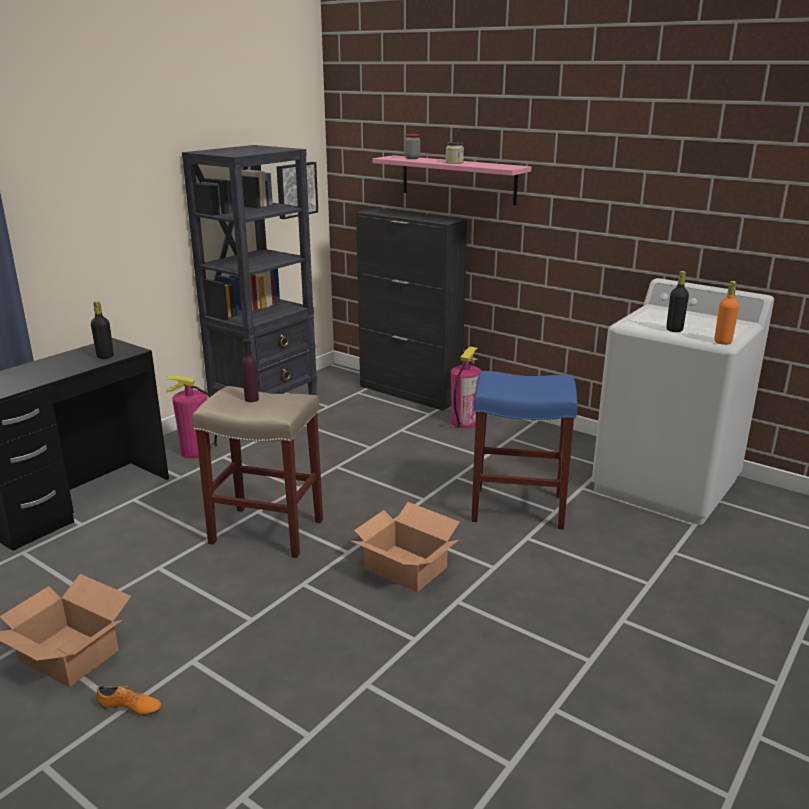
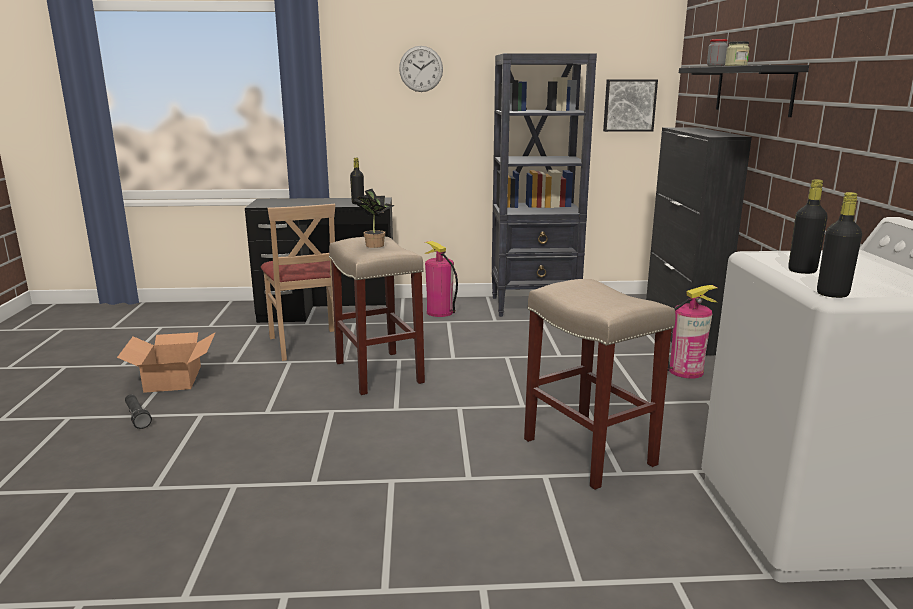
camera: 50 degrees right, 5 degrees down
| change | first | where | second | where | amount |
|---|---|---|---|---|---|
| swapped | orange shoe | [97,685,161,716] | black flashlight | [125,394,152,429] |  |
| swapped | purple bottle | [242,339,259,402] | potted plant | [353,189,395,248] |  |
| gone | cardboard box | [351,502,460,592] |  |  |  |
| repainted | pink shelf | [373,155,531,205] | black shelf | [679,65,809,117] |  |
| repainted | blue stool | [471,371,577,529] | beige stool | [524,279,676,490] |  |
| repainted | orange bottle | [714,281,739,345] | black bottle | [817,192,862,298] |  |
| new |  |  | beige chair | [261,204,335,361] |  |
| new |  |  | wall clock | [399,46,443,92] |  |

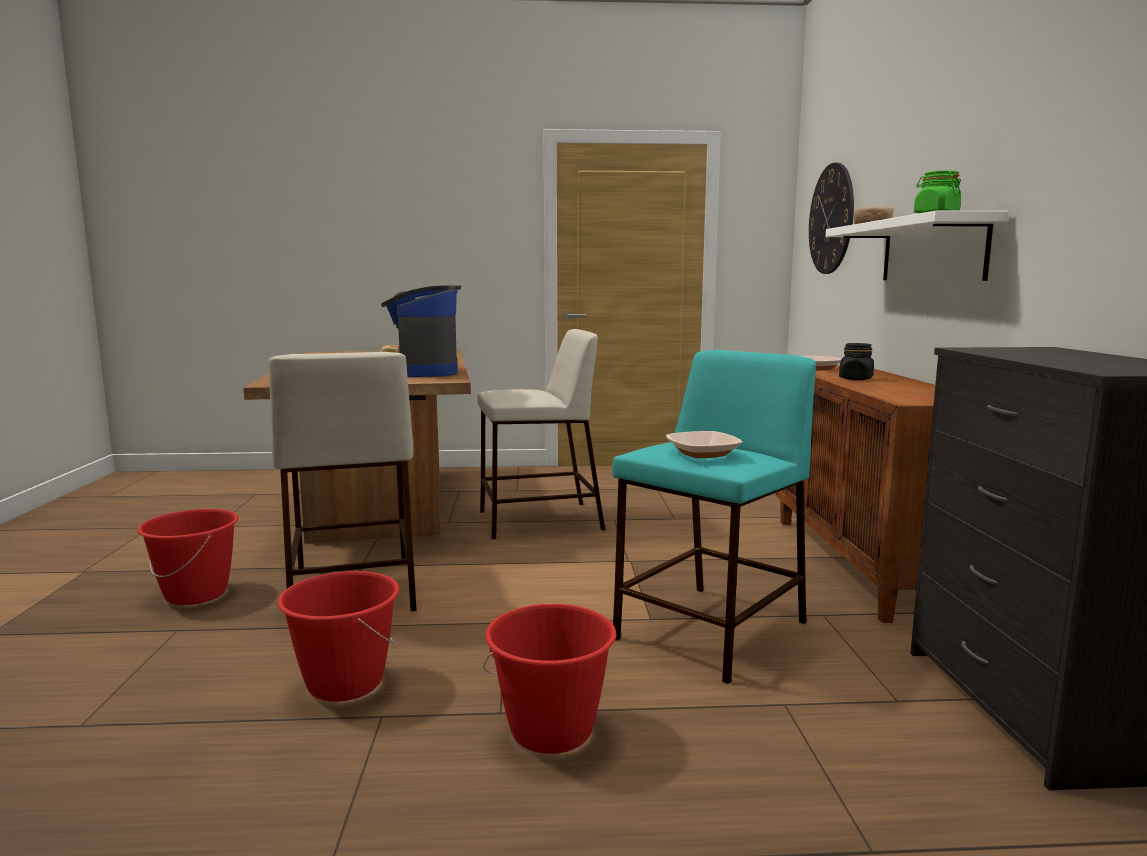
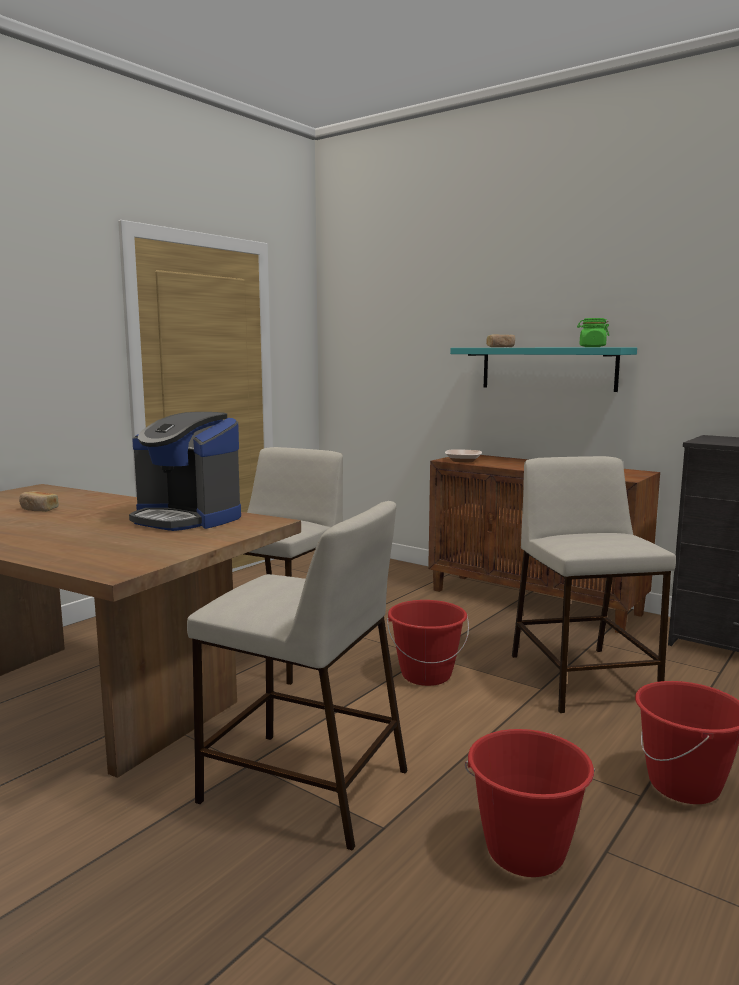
camera: 50 degrees left, 0 degrees up
| change | first | where | second | where | amount |
|---|---|---|---|---|---|
| shifted | red bucket | [137,509,238,605] |  | [387,600,469,686] |  |
| repainted | turquoise stool | [612,350,816,684] | beige stool | [512,456,676,713] |  |
| gone | bowl | [666,431,742,458] |  |  |  |
| gone | wall clock | [809,163,854,274] |  |  |  |
| repainted | white shelf | [826,211,1009,281] | turquoise shelf | [450,348,637,392] |  |
| gone | black jar | [839,343,874,380] |  |  |  |

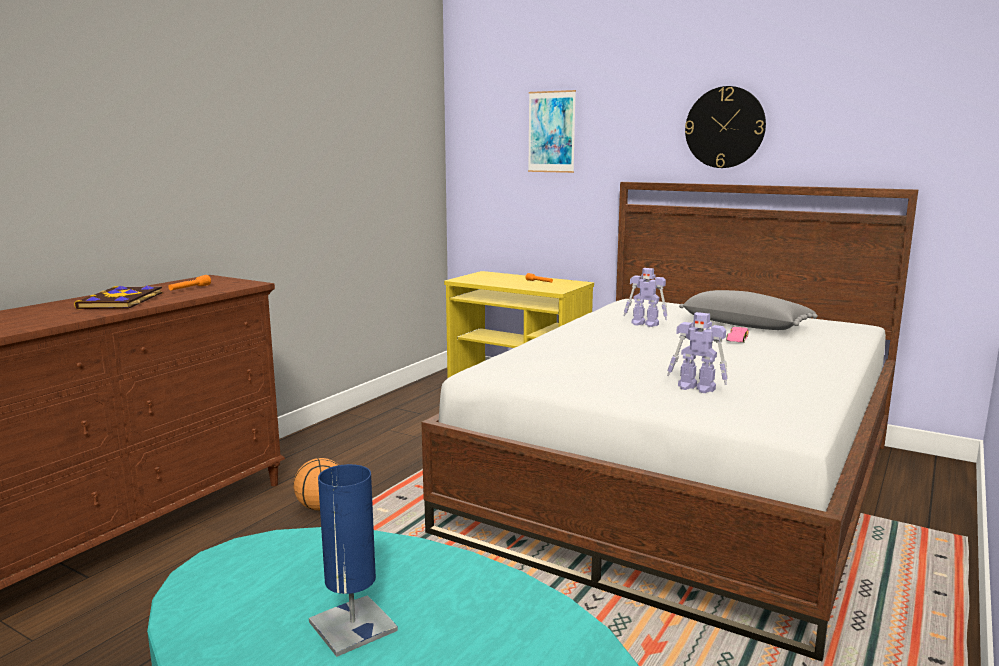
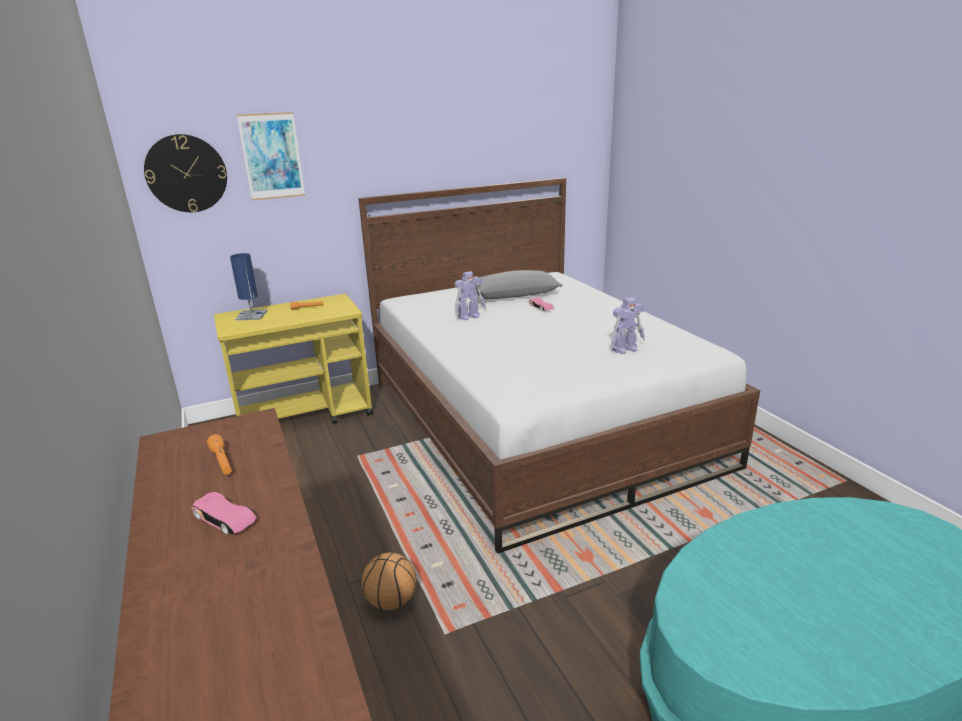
camera: 55 degrees left, 10 degrees up
| change | first | where | second | where | amount |
|---|---|---|---|---|---|
| swapped | book | [74,286,162,309] | pink toy car | [192,492,257,534] |  |
| shifted | blue table lamp | [309,464,398,657] |  | [230,253,267,321] |  |
| shifted | wall clock | [685,86,766,168] |  | [144,134,227,212] |  |

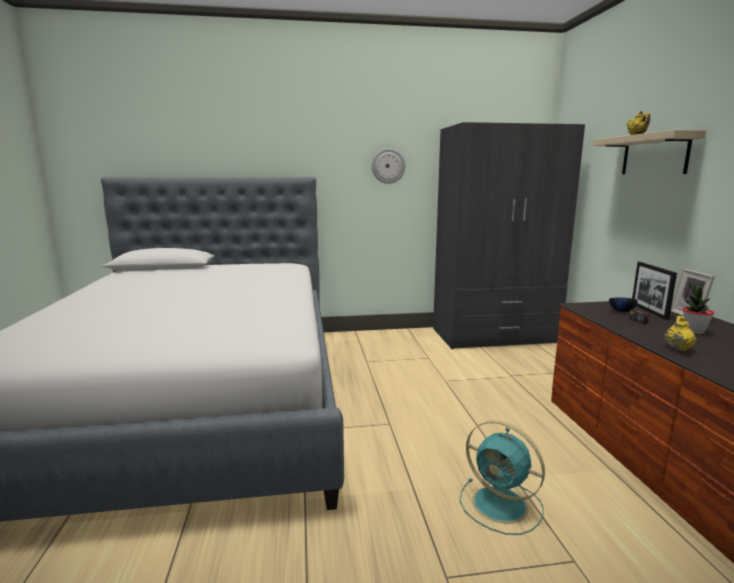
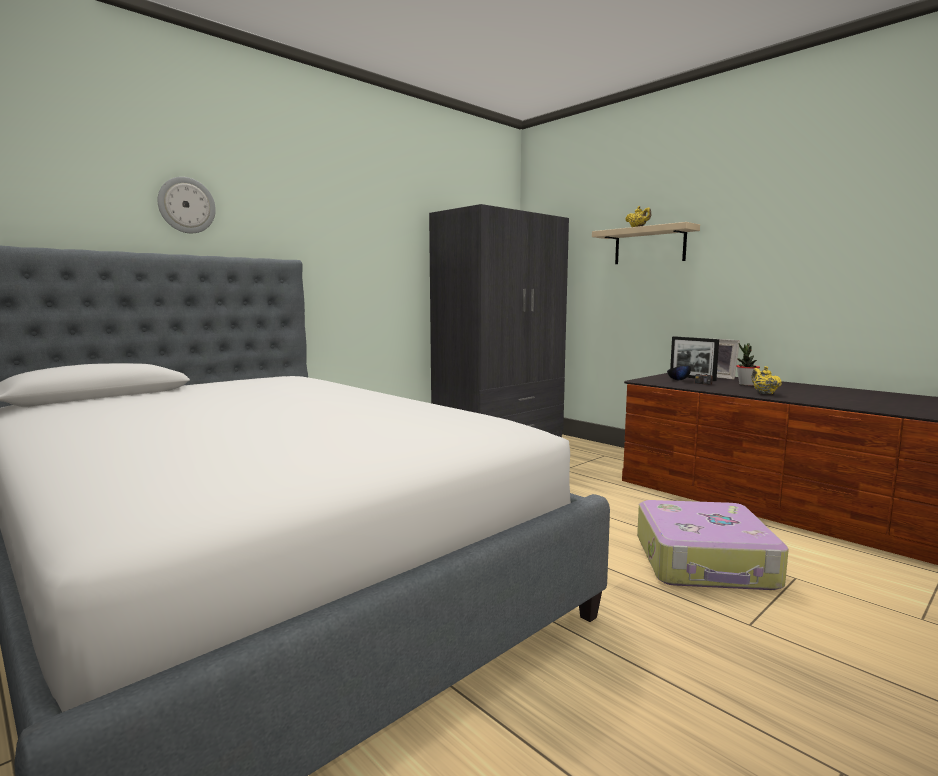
camera: 35 degrees left, 5 degrees down
| change | first | where | second | where | amount |
|---|---|---|---|---|---|
| shifted | wall clock | [372,148,405,184] |  | [158,177,216,233] |  |
| swapped | turquoise fan | [460,420,545,535] | suitcase | [637,500,789,590] |  |

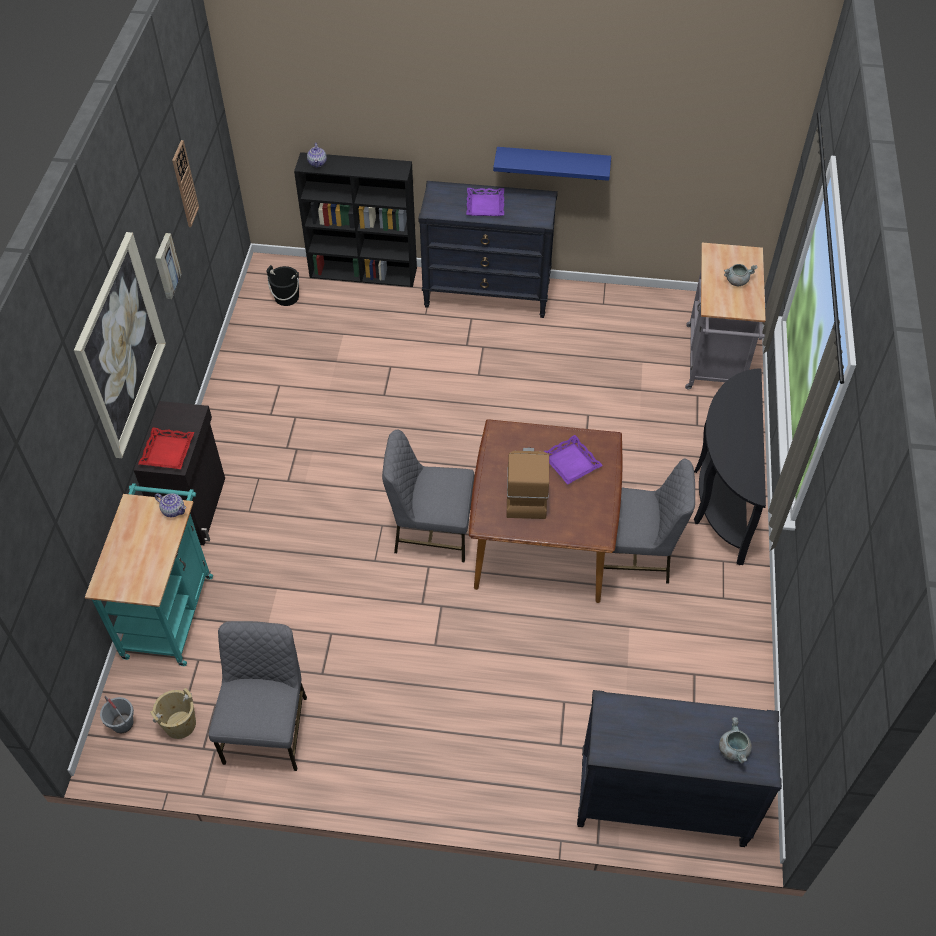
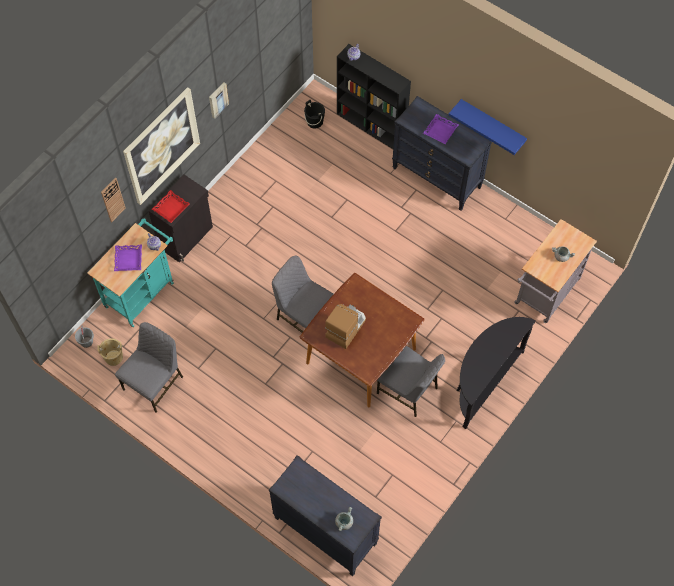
camera: 30 degrees right, 10 degrees up
| change | first | where | second | where | amount |
|---|---|---|---|---|---|
| shifted | wall clock | [172,140,199,227] |  | [101,178,126,222] |  |
| shifted | purple tray | [544,435,603,485] |  | [114,245,142,271] |  |

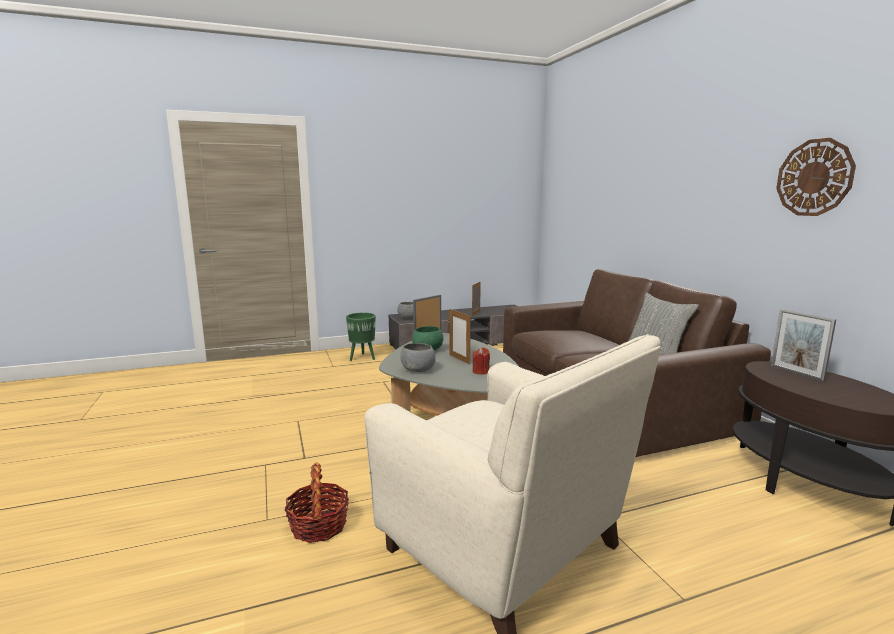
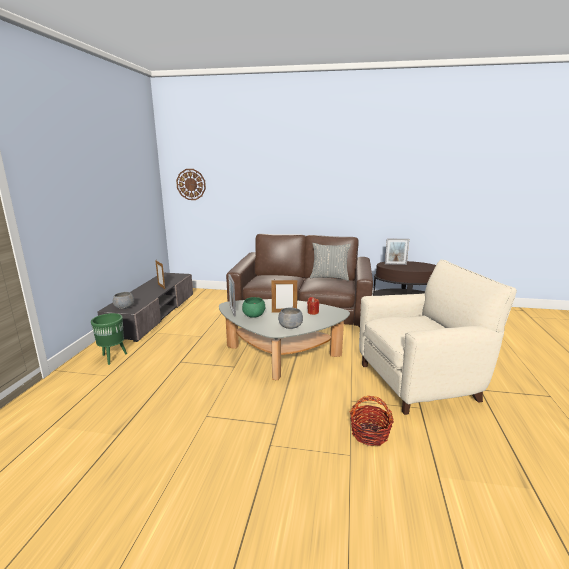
camera: 60 degrees left, 5 degrees up
| change | first | where | second | where | amount |
|---|---|---|---|---|---|
| shifted | wall clock | [776,138,856,216] |  | [176,169,206,200] |  |

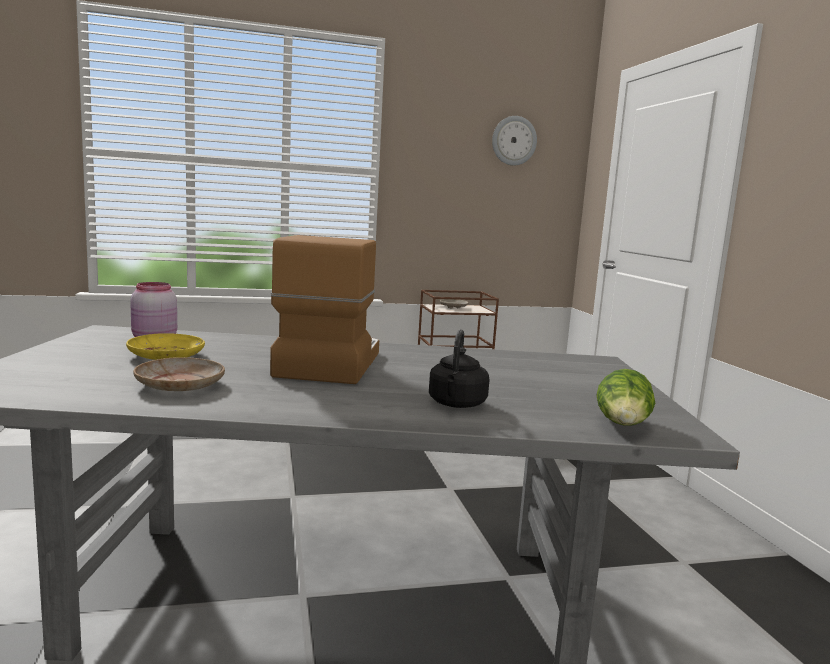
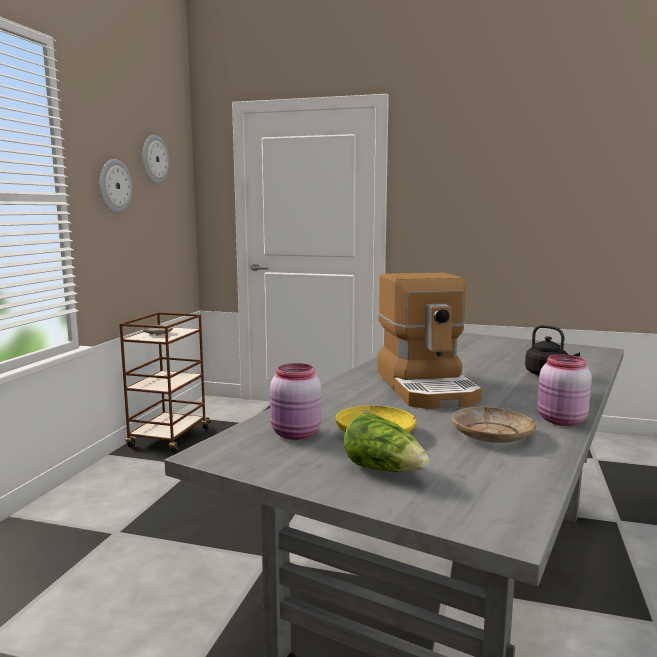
camera: 60 degrees left, 0 degrees up
| change | first | where | second | where | amount |
|---|---|---|---|---|---|
| rotated | coffee machine | [270,235,379,384] |  | [378,273,482,409] | 135 degrees counterclockwise |
| shifted | lettuce | [597,369,655,426] |  | [344,412,429,472] |  |
| new |  |  | wall clock | [100,159,133,213] |  |
| new |  |  | pink jar | [537,354,592,426] |  |

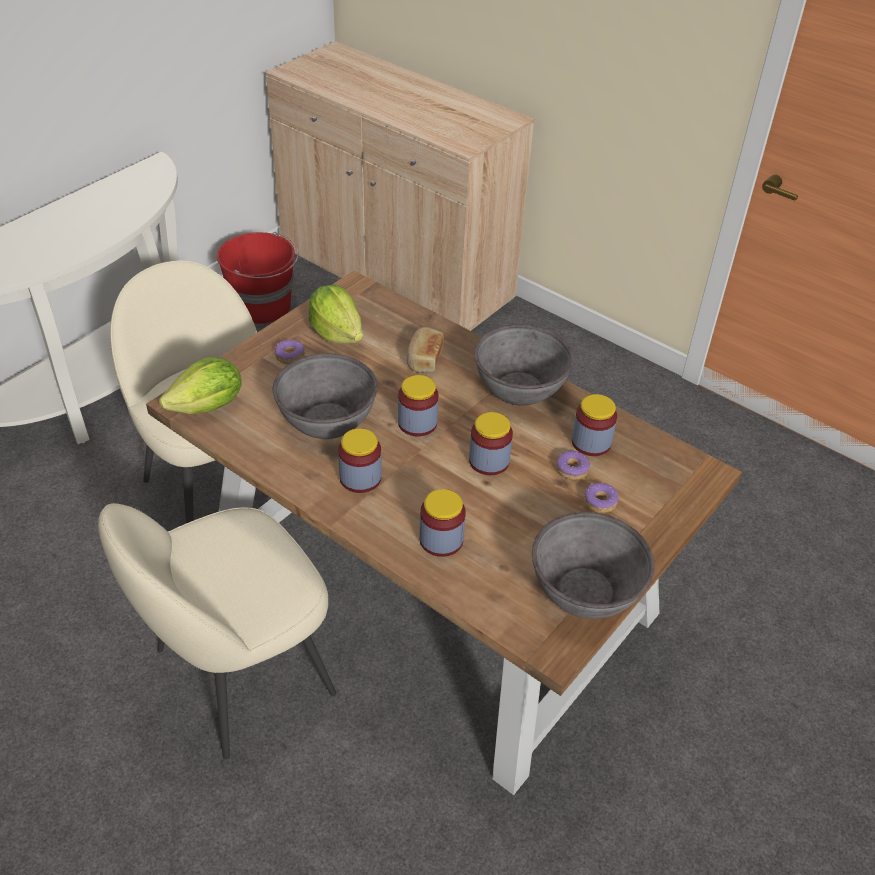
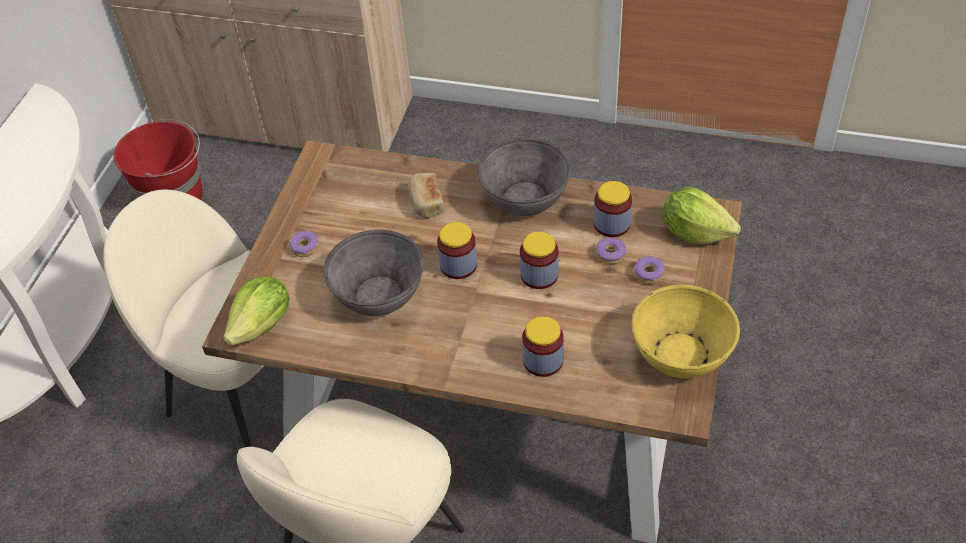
camera: 20 degrees left, 5 degrees up
| change | first | where | second | where | amount |
|---|---|---|---|---|---|
| shifted | lettuce | [309,284,363,344] |  | [662,186,741,244] |  |
| gone | jar | [338,428,382,493] |  |  |  |
| repainted | grey bowl | [532,512,655,619] | yellow bowl | [632,285,740,378] |  |

